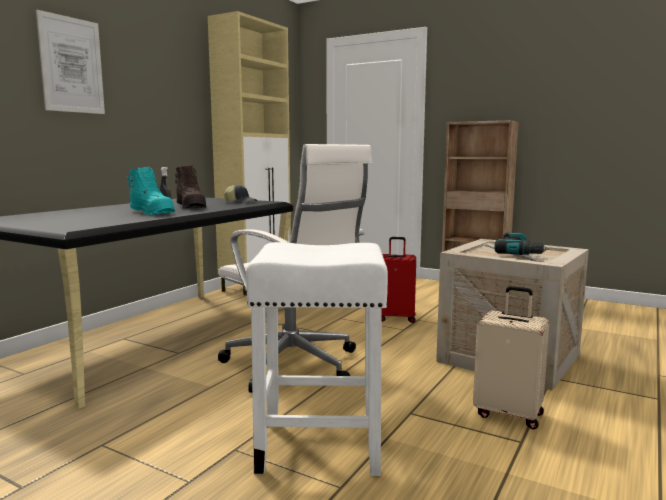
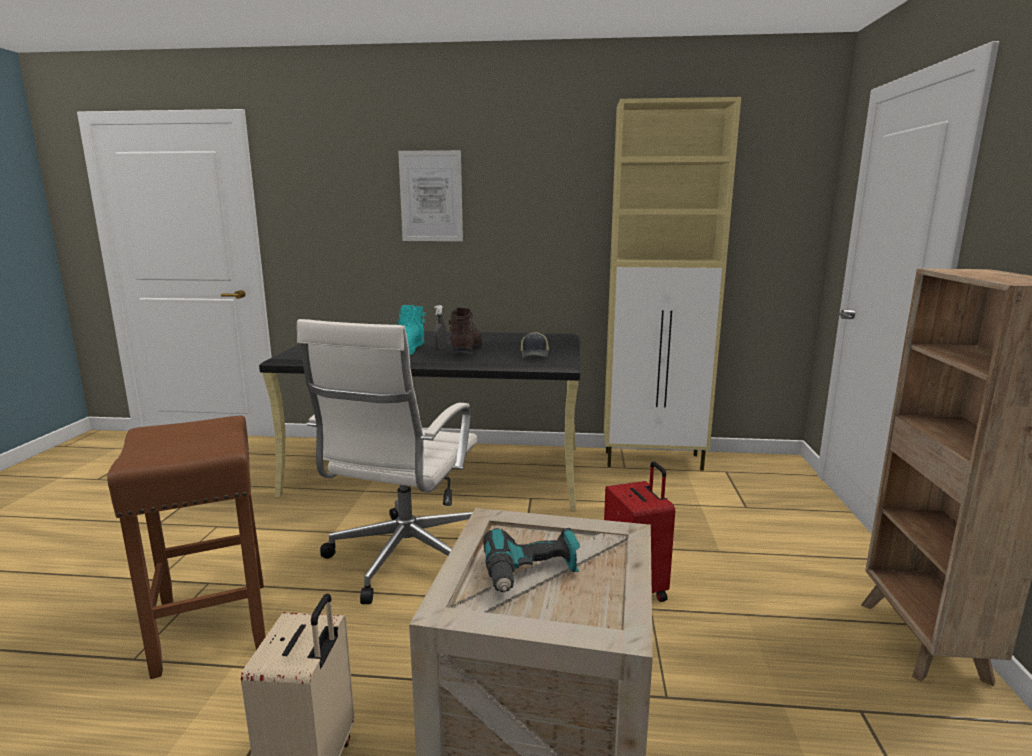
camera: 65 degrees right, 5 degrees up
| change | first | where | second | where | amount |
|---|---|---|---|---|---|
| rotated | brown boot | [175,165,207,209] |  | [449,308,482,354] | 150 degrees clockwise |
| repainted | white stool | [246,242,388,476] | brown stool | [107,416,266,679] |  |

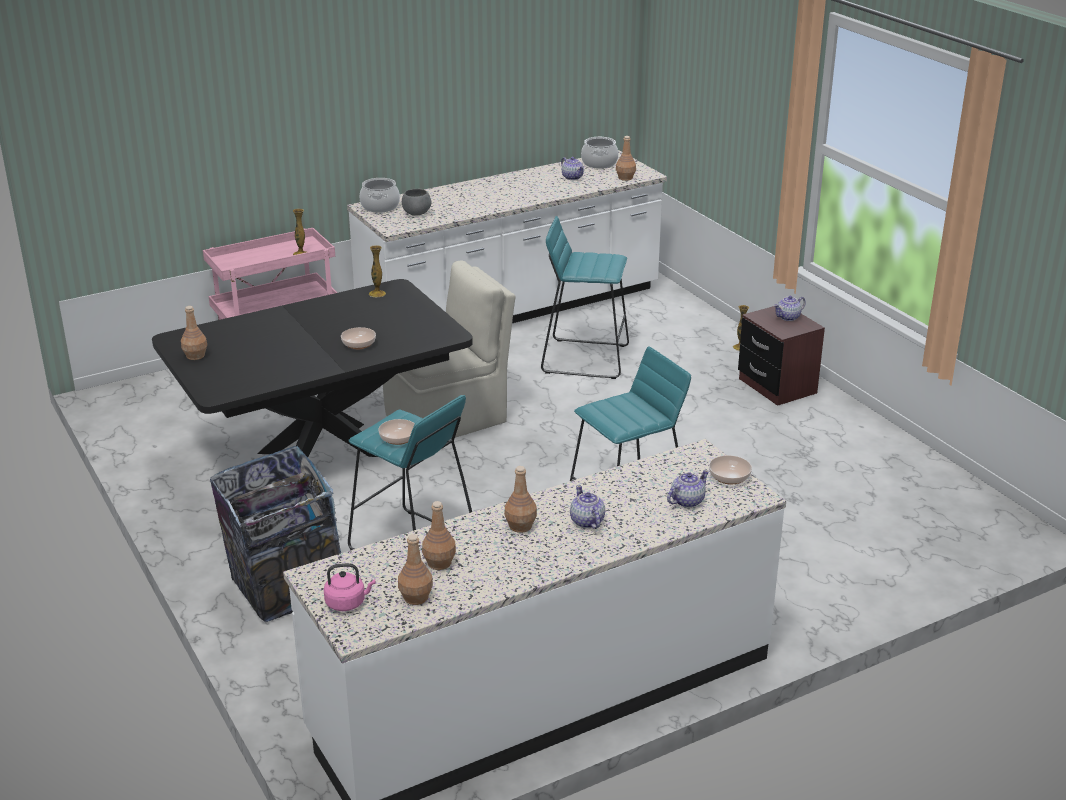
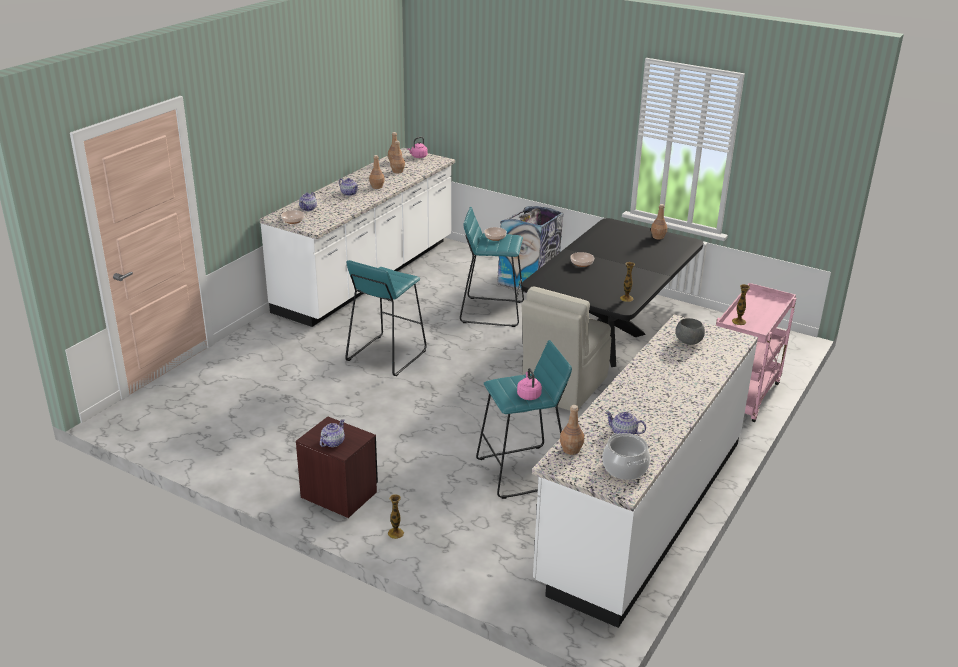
camera: 150 degrees right, 0 degrees up
| change | first | where | second | where | amount |
|---|---|---|---|---|---|
| gone | cooking pot | [360,178,400,213] |  |  |  |
| new |  |  | pink kettle | [517,368,542,400] |  |

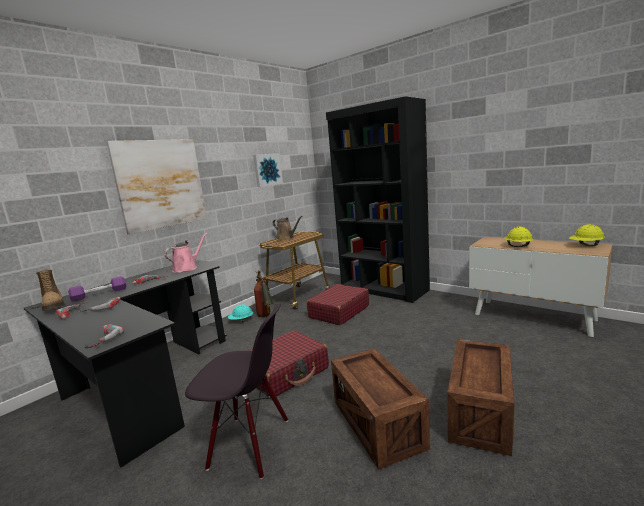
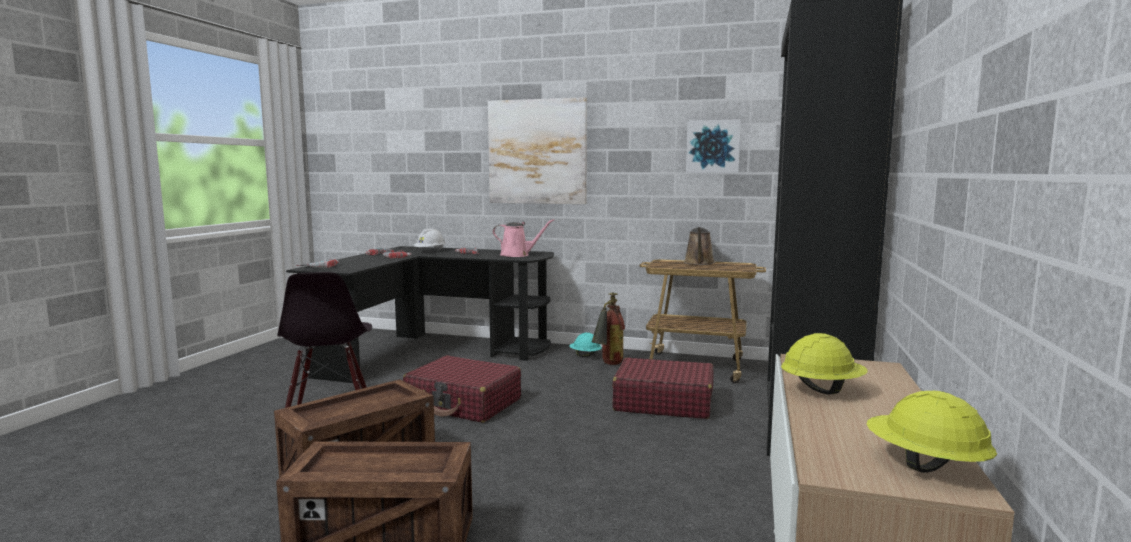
camera: 65 degrees right, 5 degrees down
| change | first | where | second | where | amount |
|---|---|---|---|---|---|
| gone | boot | [36,270,65,311] |  |  |  |
| swapped | purple dumbbell | [68,276,127,302] | white hard hat | [413,228,445,250] |  |

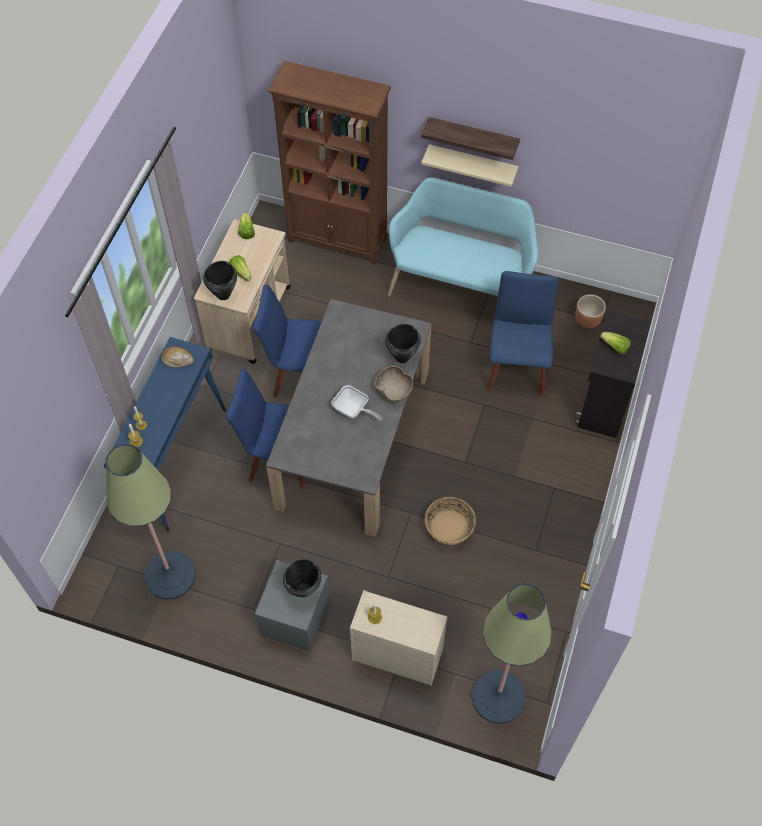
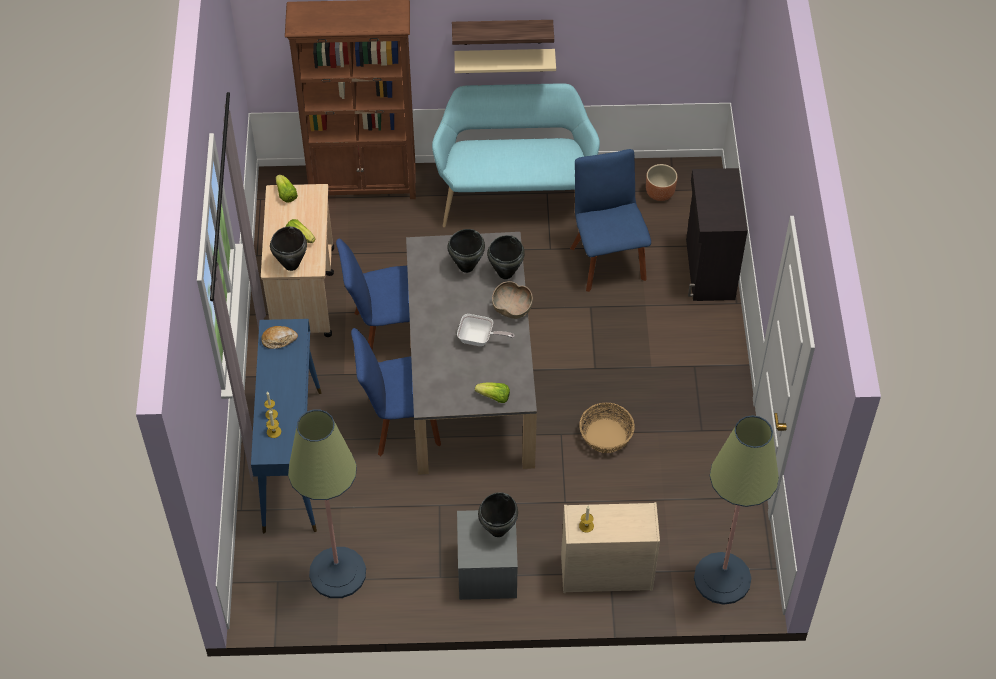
camera: 20 degrees left, 5 degrees down
| change | first | where | second | where | amount |
|---|---|---|---|---|---|
| shifted | lettuce | [600,332,631,355] |  | [475,383,510,403] |  |
| new |  |  | black cooking pot | [447,229,485,273] |  |

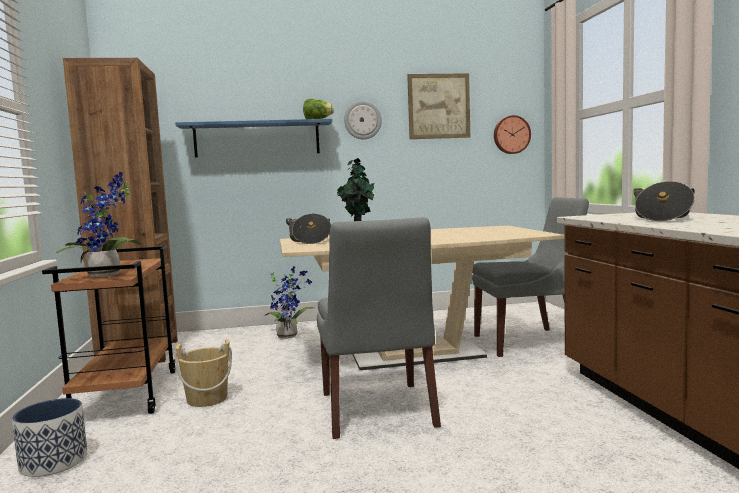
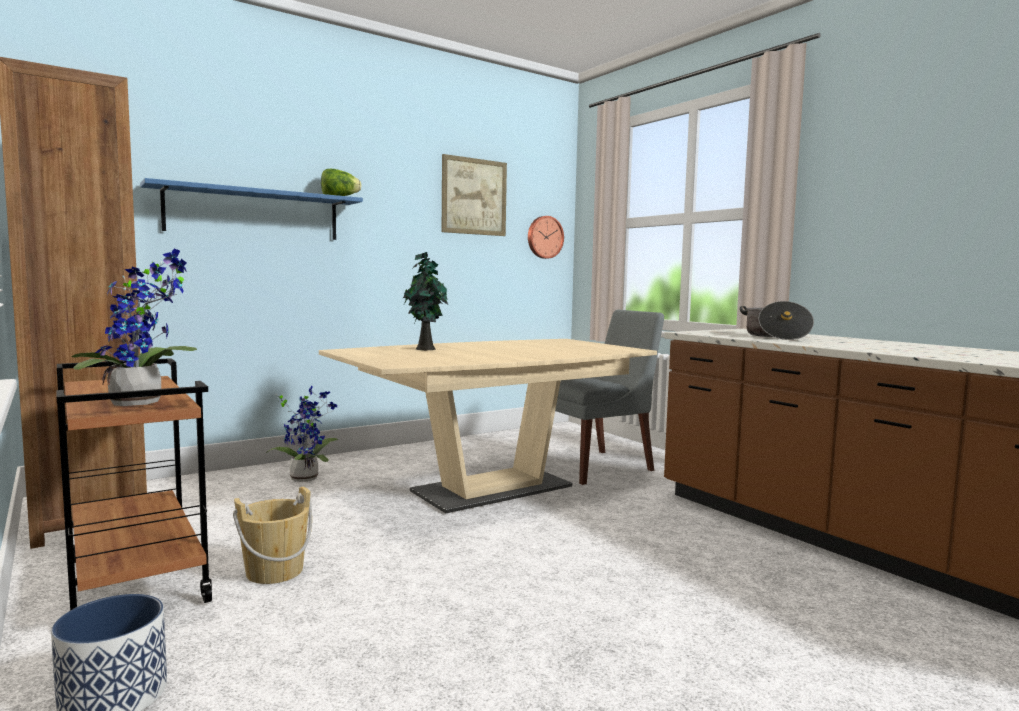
camera: 25 degrees left, 0 degrees up
| change | first | where | second | where | amount |
|---|---|---|---|---|---|
| gone | cooking pot | [286,214,331,244] |  |  |  |
| gone | grey chair | [317,217,441,439] |  |  |  |
| gone | wall clock | [344,101,382,140] |  |  |  |

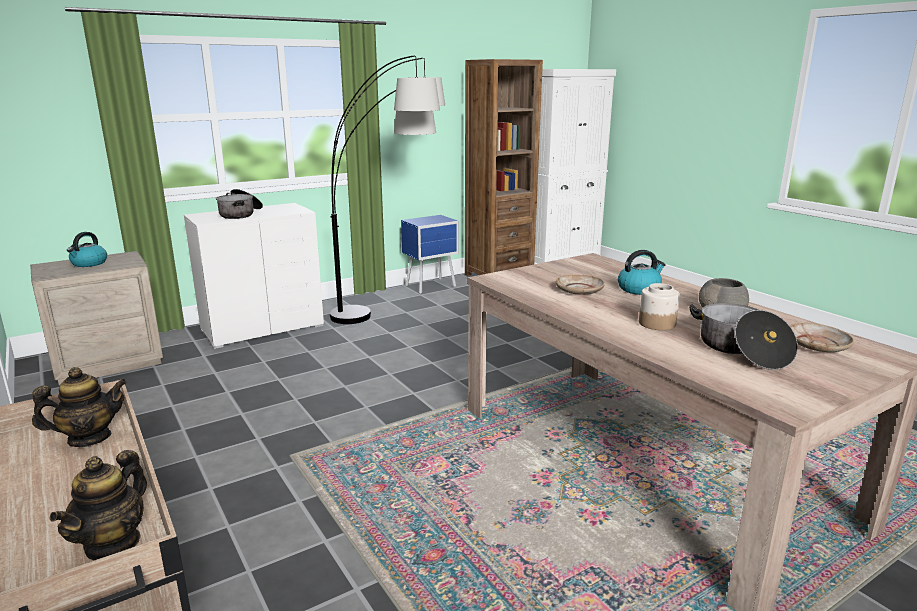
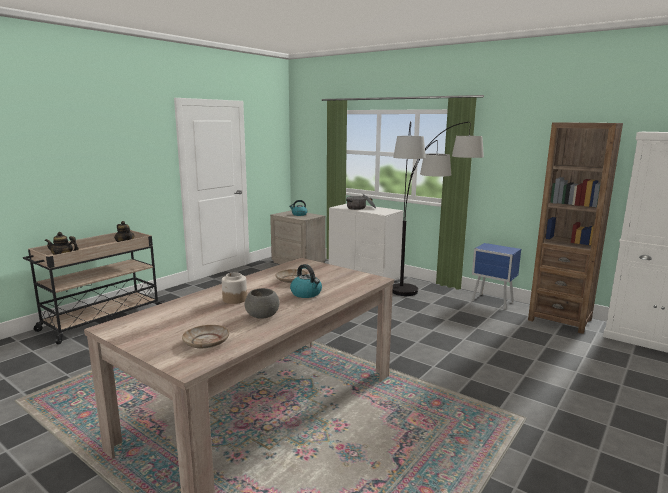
camera: 70 degrees right, 5 degrees down
| change | first | where | second | where | amount |
|---|---|---|---|---|---|
| gone | cooking pot | [689,303,798,370] |  |  |  |

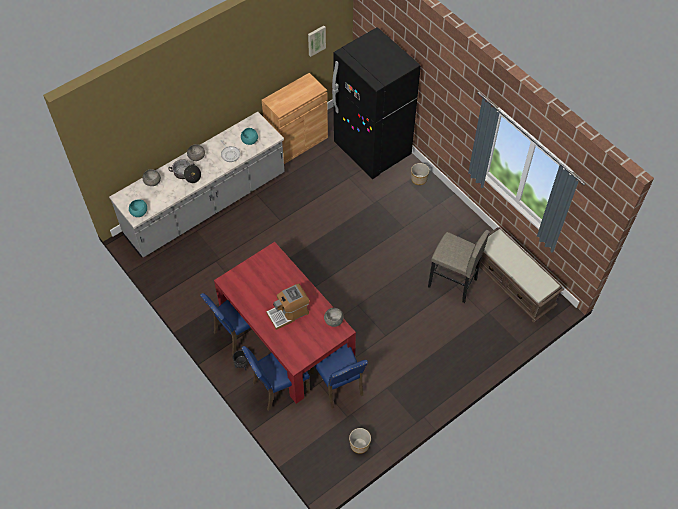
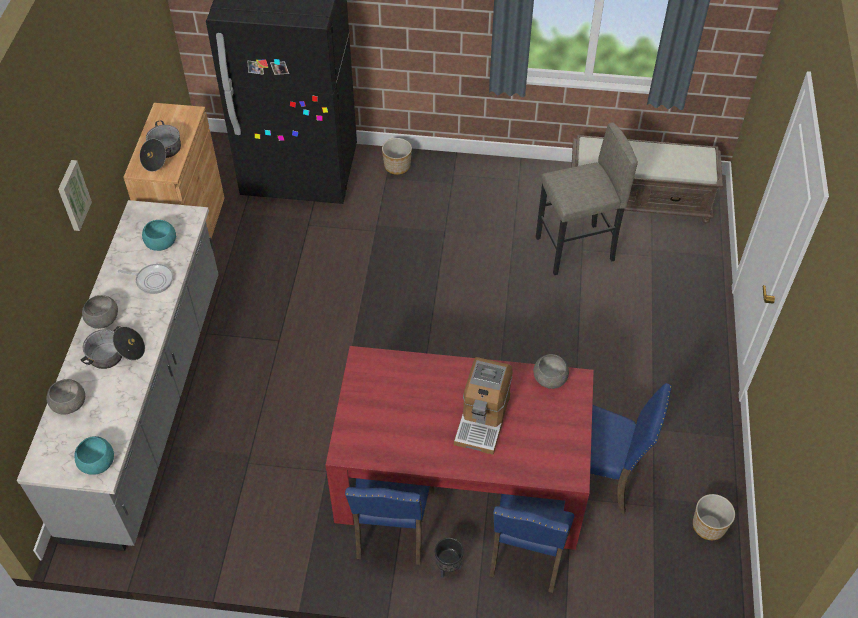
camera: 45 degrees left, 5 degrees down
| change | first | where | second | where | amount |
|---|---|---|---|---|---|
| shifted | picture | [308,26,326,57] |  | [58,160,92,231] |  |
| new |  |  | cooking pot | [140,120,181,172] |  |

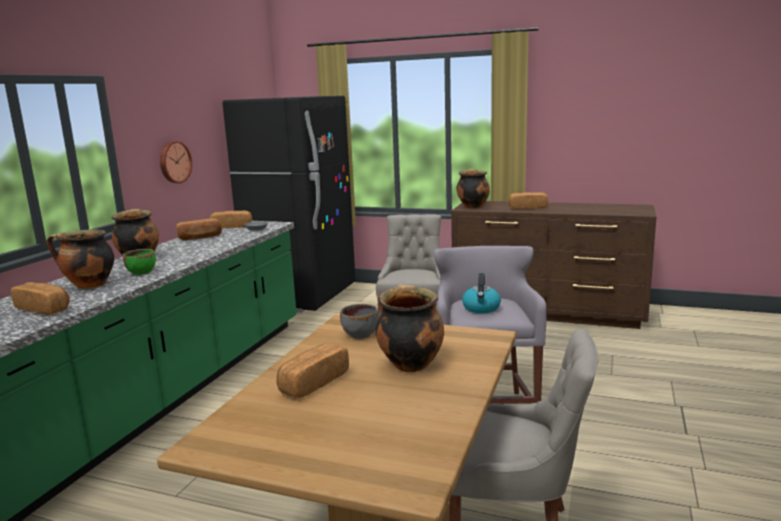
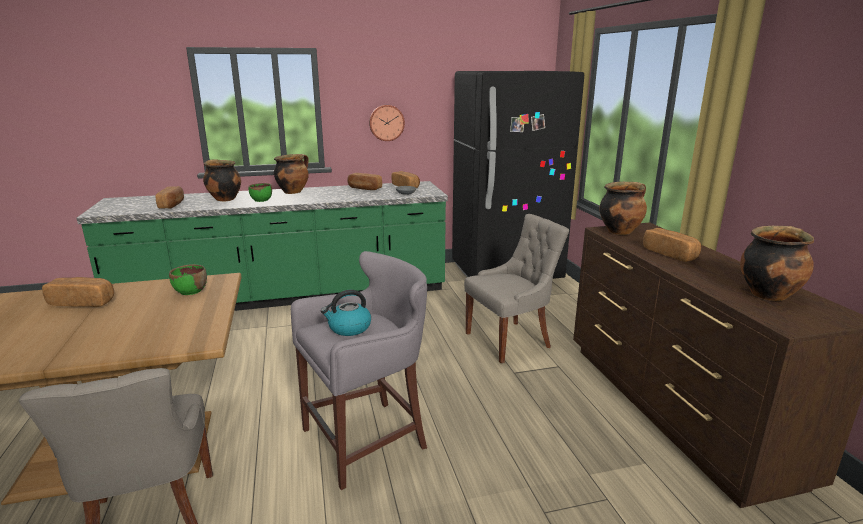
camera: 55 degrees right, 5 degrees up
| change | first | where | second | where | amount |
|---|---|---|---|---|---|
| repainted | grey bowl | [340,304,379,339] | green bowl | [169,264,207,295] |  |
| shifted | cooking pot | [375,284,444,372] |  | [740,226,814,301] |  |

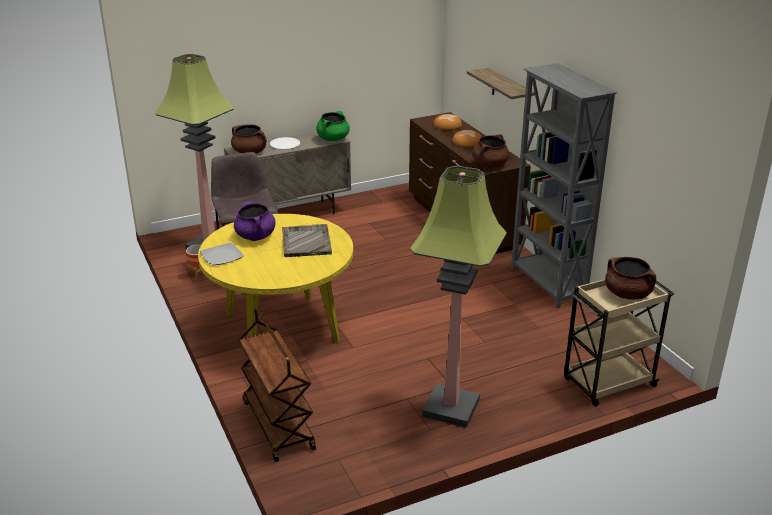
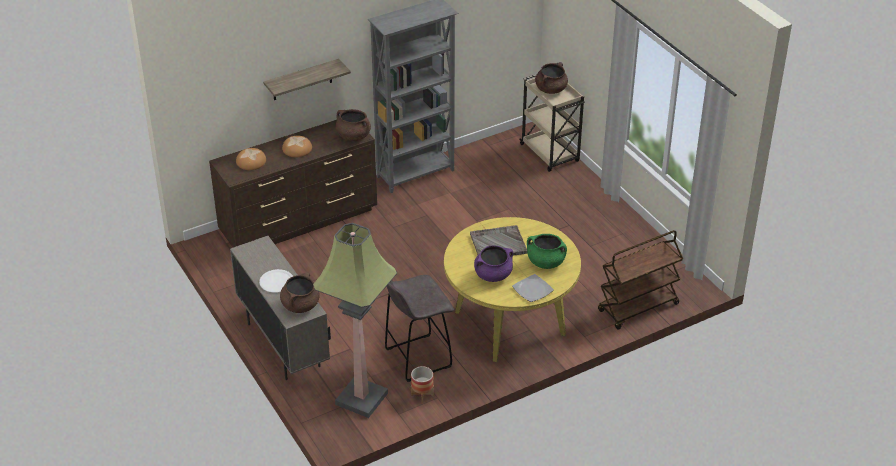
camera: 95 degrees left, 10 degrees up
| change | first | where | second | where | amount |
|---|---|---|---|---|---|
| shifted | green cooking pot | [316,111,350,141] |  | [527,234,567,269] |  |
| gone | floor lamp | [410,166,507,428] |  |  |  |

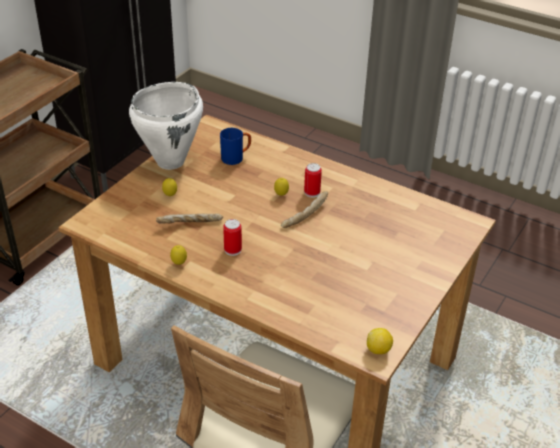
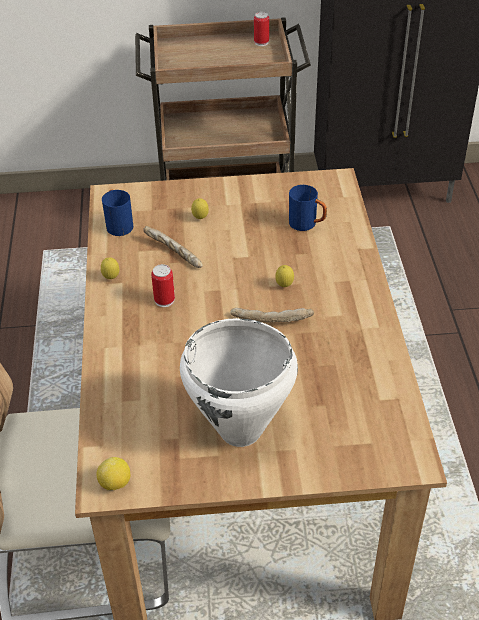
camera: 55 degrees right, 5 degrees up
| change | first | where | second | where | amount |
|---|---|---|---|---|---|
| shifted | white cooking pot | [129,82,203,170] |  | [180,318,298,447] |  |
| shifted | can | [304,163,322,198] |  | [254,12,269,46] |  |
| new |  |  | blue mug | [102,189,133,236] |  |

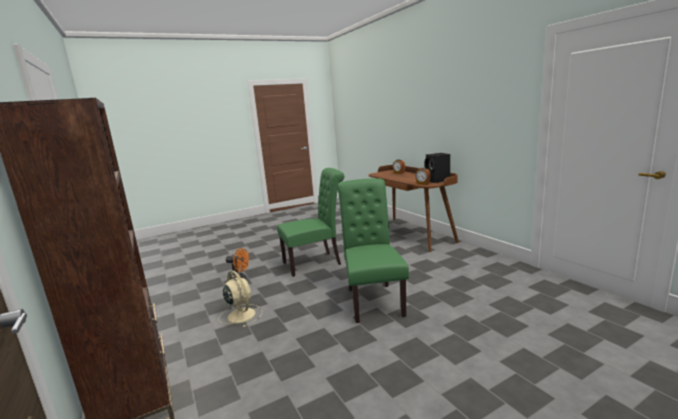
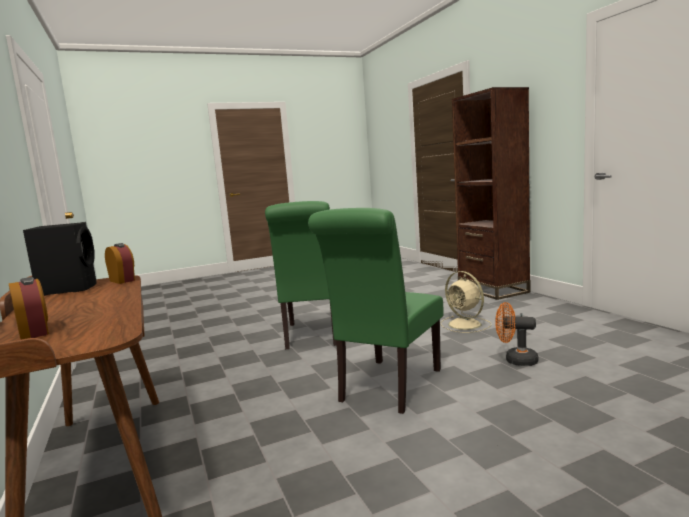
camera: 175 degrees left, 5 degrees down
| change | first | where | second | where | amount |
|---|---|---|---|---|---|
| rotated | green chair | [277,168,344,277] |  | [308,208,443,414] | 45 degrees counterclockwise |

